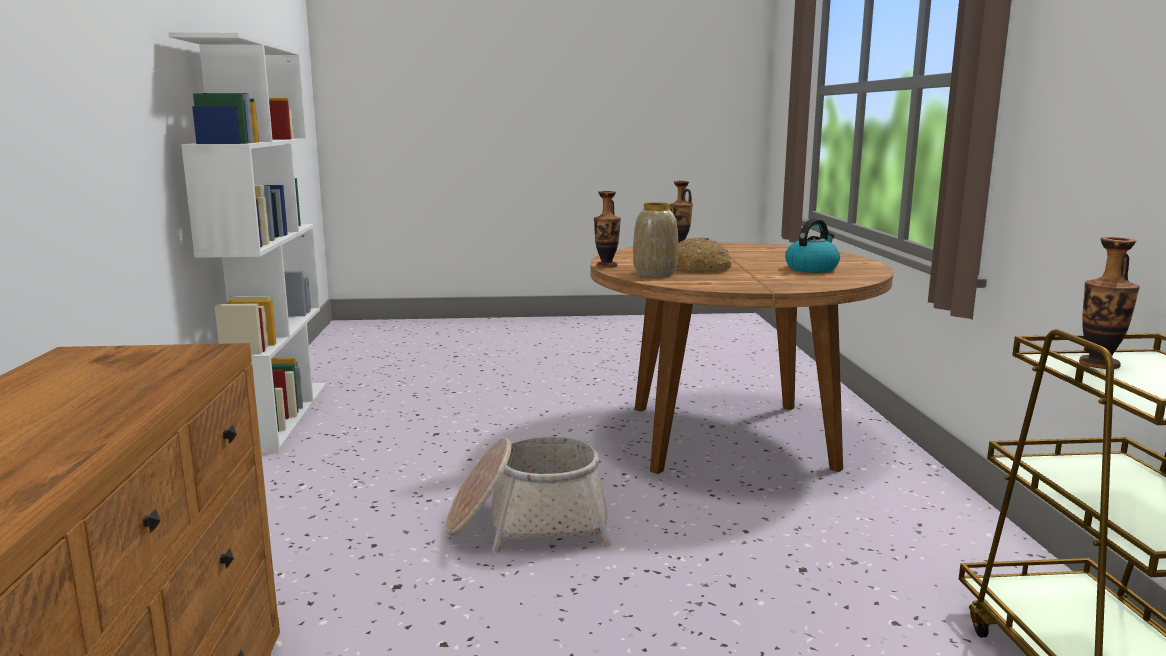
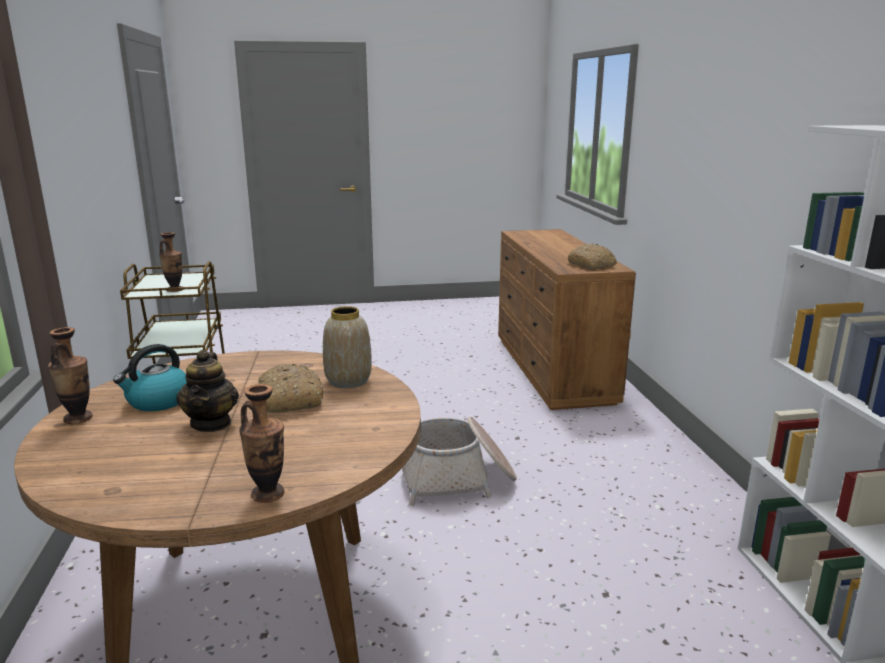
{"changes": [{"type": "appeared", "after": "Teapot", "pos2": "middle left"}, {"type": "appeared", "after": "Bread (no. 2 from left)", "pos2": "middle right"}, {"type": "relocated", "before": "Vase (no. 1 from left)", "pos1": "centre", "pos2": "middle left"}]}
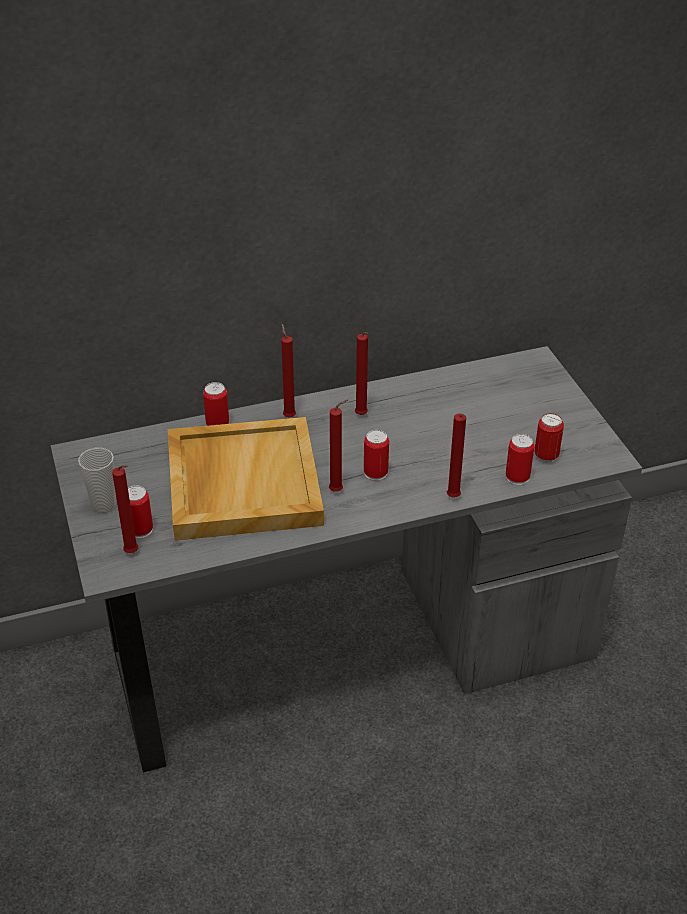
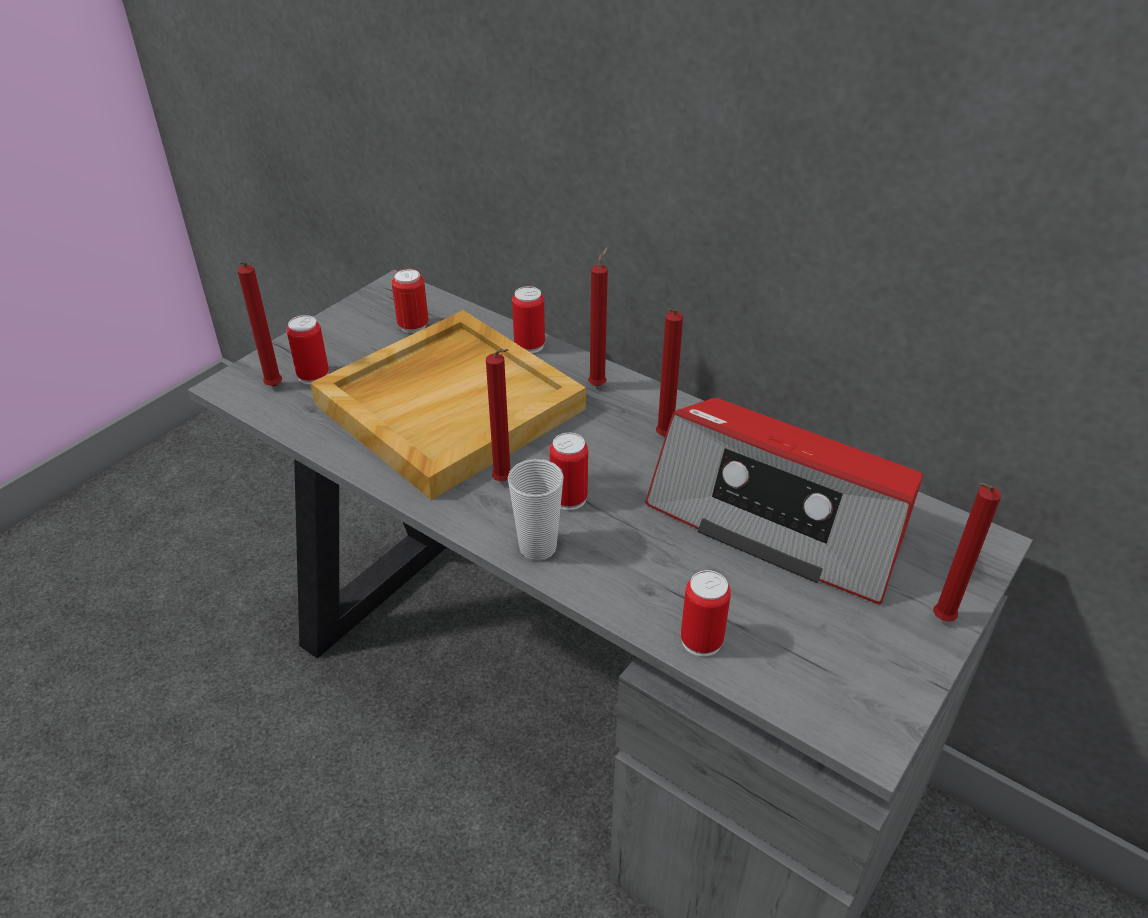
{"changes": [{"type": "appeared", "after": "Radio", "pos2": "middle right"}, {"type": "relocated", "before": "Cup", "pos1": "middle left", "pos2": "centre"}, {"type": "relocated", "before": "RedCandle (no. 5 from left)", "pos1": "centre", "pos2": "middle right"}, {"type": "relocated", "before": "Can (no. 5 from left in the first image)", "after": "Can (no. 2 from left)", "pos1": "middle right", "pos2": "top centre"}]}
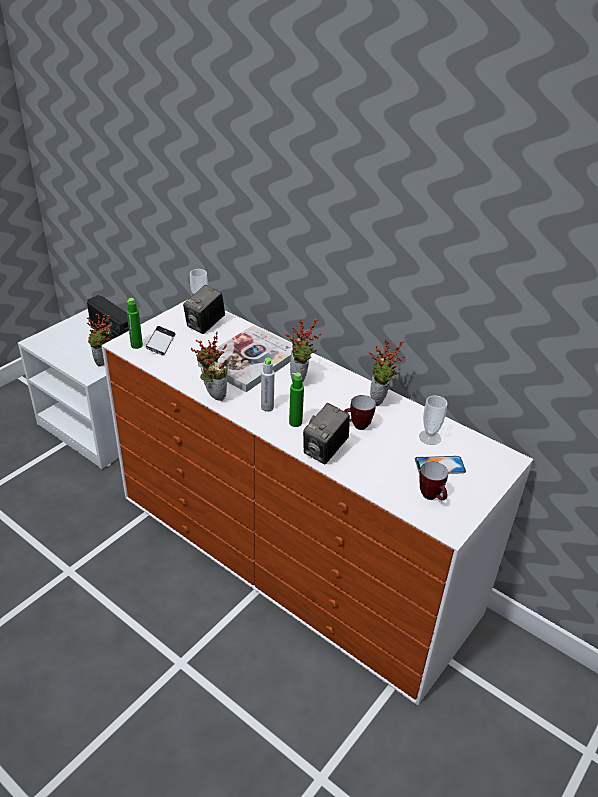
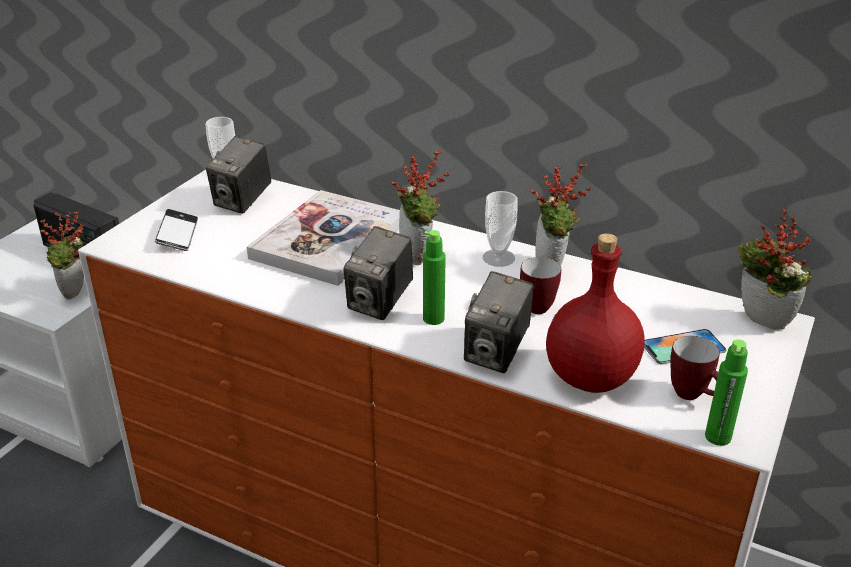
{"changes": [{"type": "appeared", "after": "RedBottle", "pos2": "middle right"}, {"type": "relocated", "before": "GreenBottle (no. 1 from left in the first image)", "after": "GreenBottle (no. 2 from left)", "pos1": "middle left", "pos2": "bottom right"}, {"type": "relocated", "before": "PottedPlant (no. 2 from left in the first image)", "after": "PottedPlant (no. 4 from left)", "pos1": "centre", "pos2": "middle right"}, {"type": "relocated", "before": "Cup (no. 2 from left)", "pos1": "middle right", "pos2": "centre"}, {"type": "exchanged", "before": "GreyBottle", "after": "PhotoCamera (no. 2 from left)", "pos1": "centre", "pos2": "centre"}]}
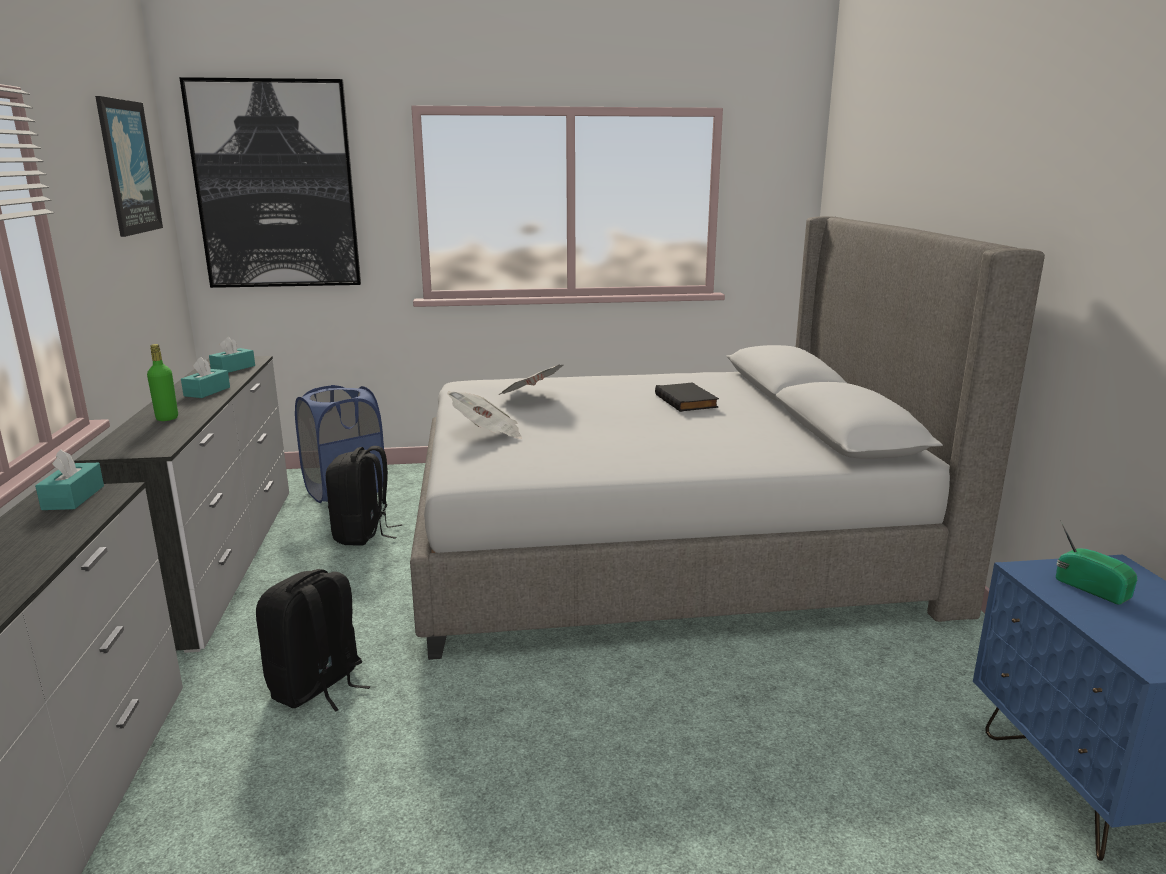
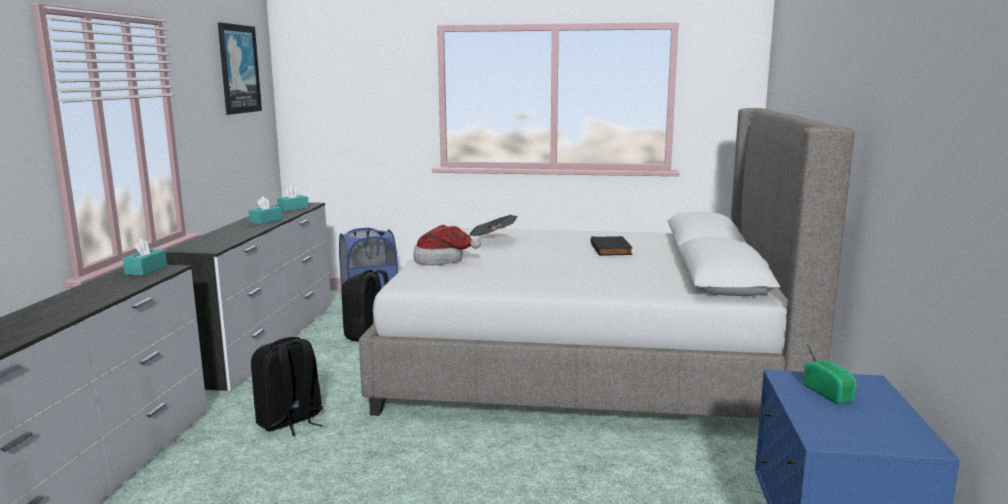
{"changes": [{"type": "missing", "before": "GreenBottle", "pos1": "middle left"}, {"type": "missing", "before": "Picture (no. 2 from left)", "pos1": "top left"}, {"type": "exchanged", "before": "Newspaper (no. 1 from left)", "after": "Hat", "pos1": "centre", "pos2": "centre"}]}
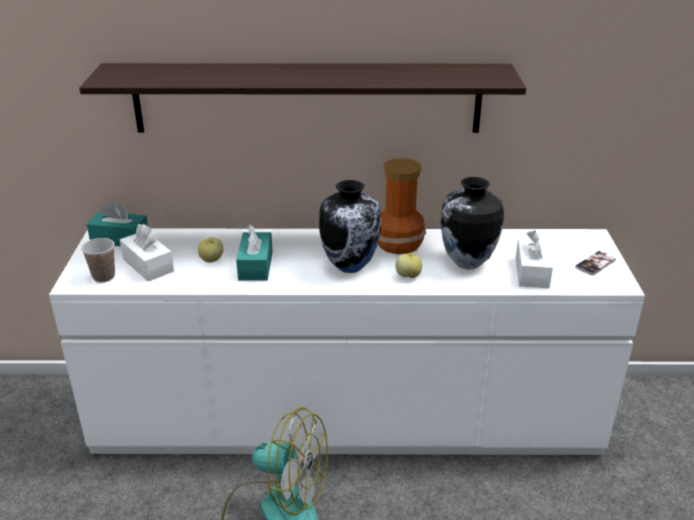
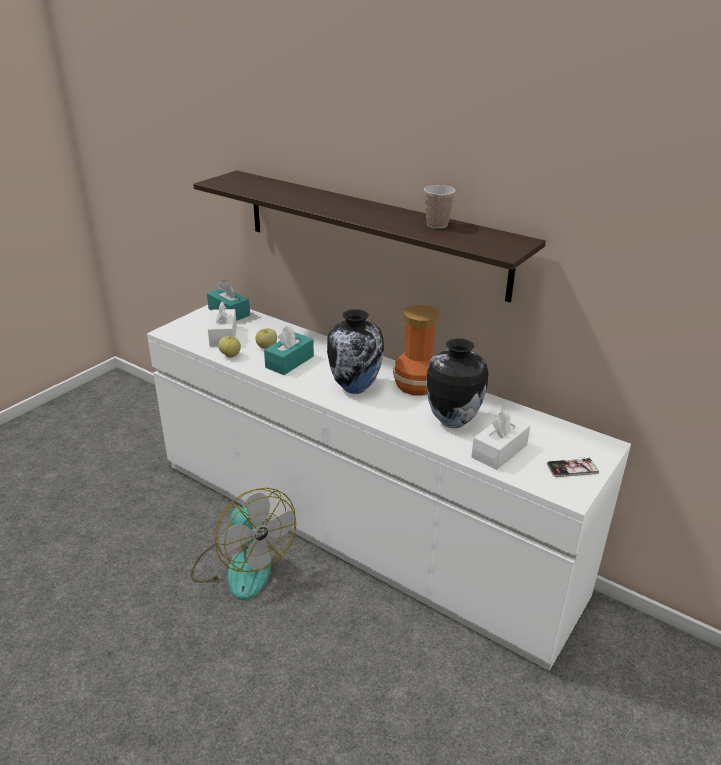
{"changes": [{"type": "relocated", "before": "Cup", "pos1": "middle left", "pos2": "top centre"}, {"type": "relocated", "before": "Apple (no. 2 from left in the first image)", "after": "Apple (no. 1 from left)", "pos1": "centre", "pos2": "middle left"}]}
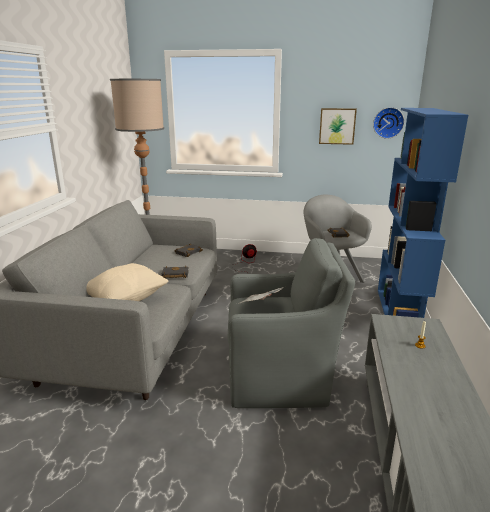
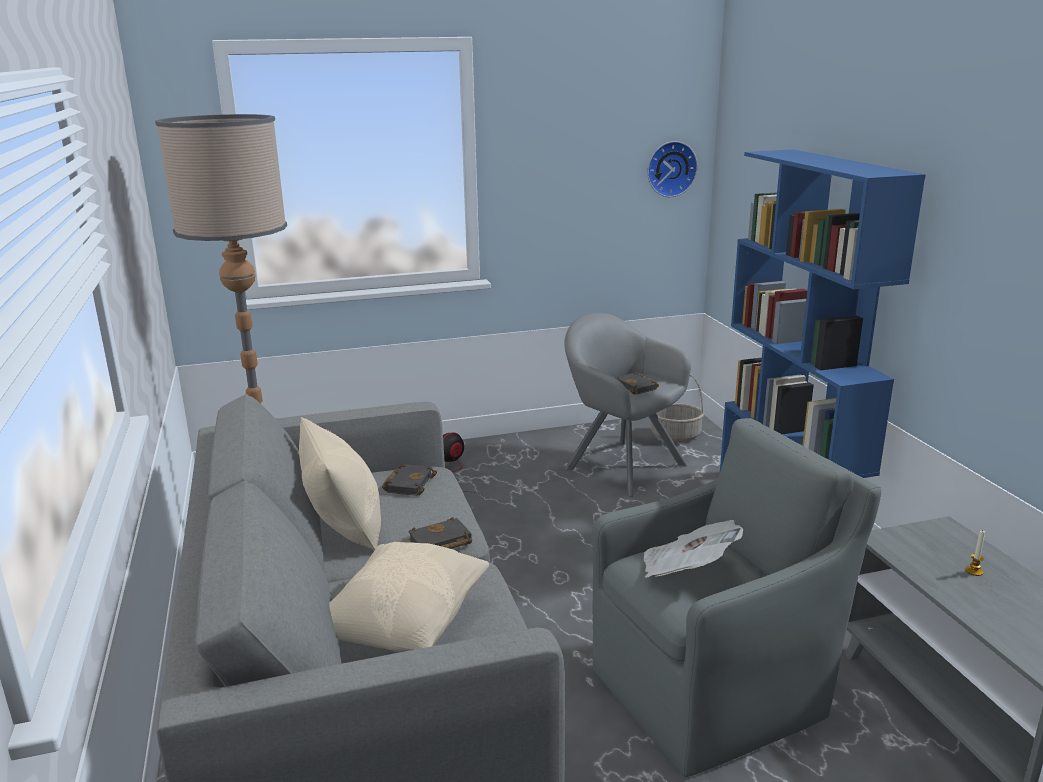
{"changes": [{"type": "missing", "before": "Picture", "pos1": "top right"}, {"type": "appeared", "after": "BeigePillow (no. 1 from left)", "pos2": "middle left"}, {"type": "appeared", "after": "Basket", "pos2": "centre"}]}
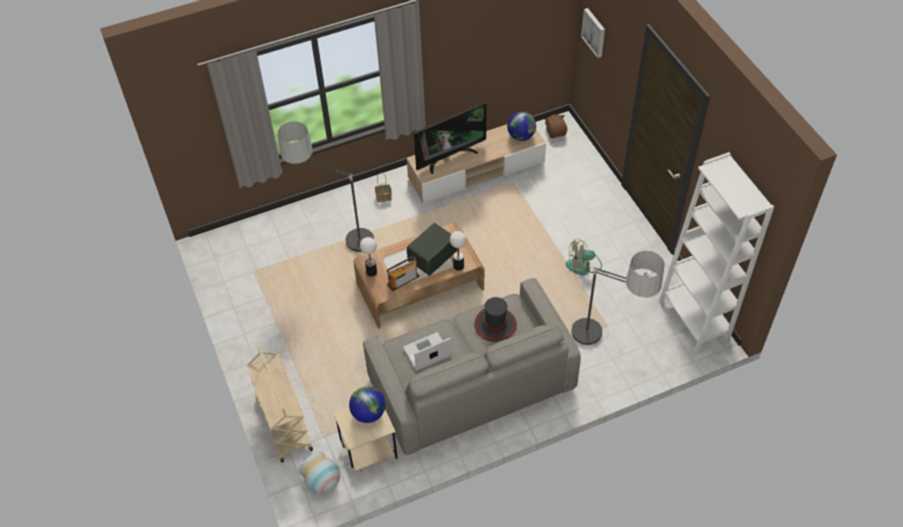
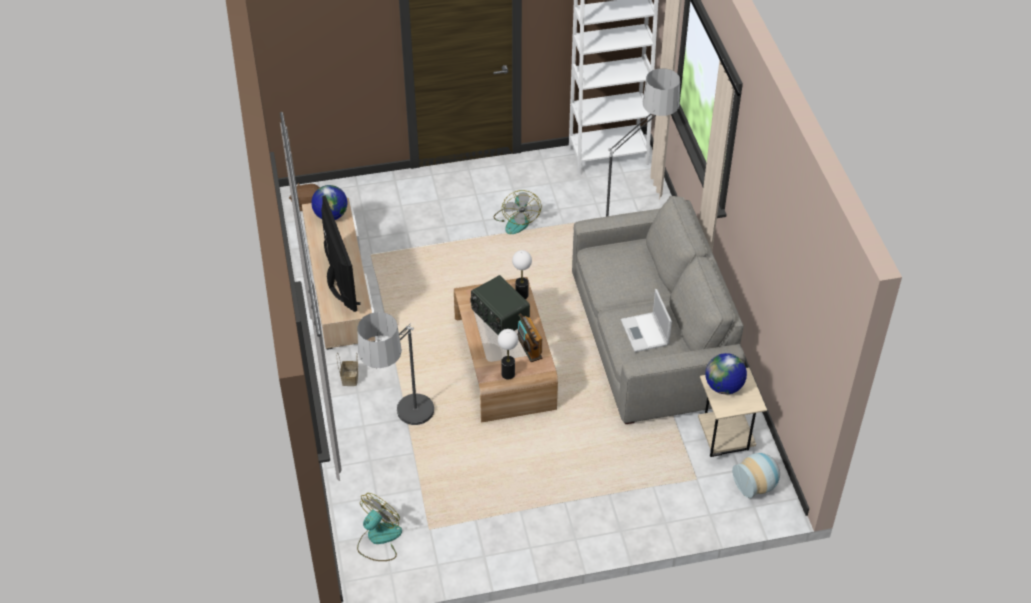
{"changes": [{"type": "missing", "before": "BeigeCart", "pos1": "bottom left"}, {"type": "missing", "before": "Hat", "pos1": "centre"}, {"type": "missing", "before": "Picture", "pos1": "top centre"}, {"type": "appeared", "after": "Fan (no. 1 from left)", "pos2": "bottom centre"}]}
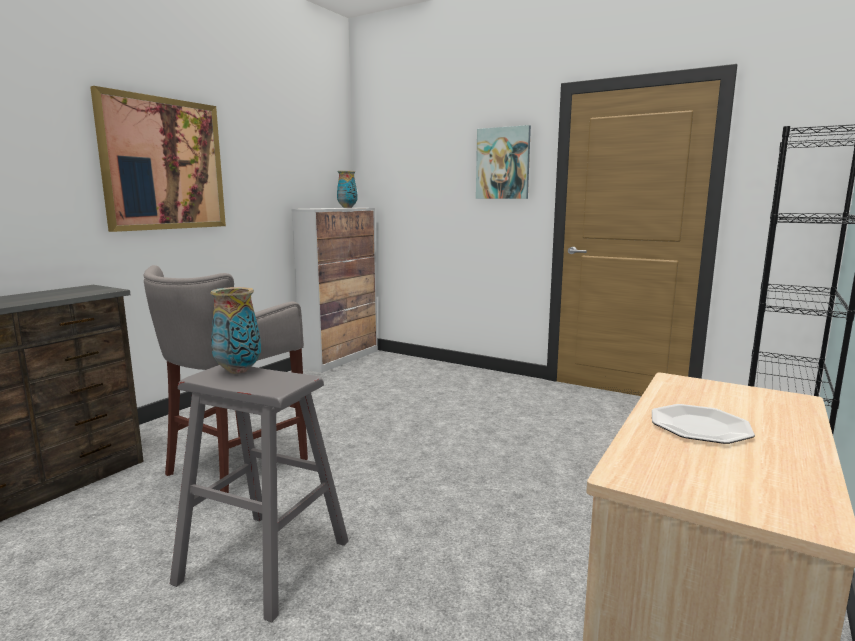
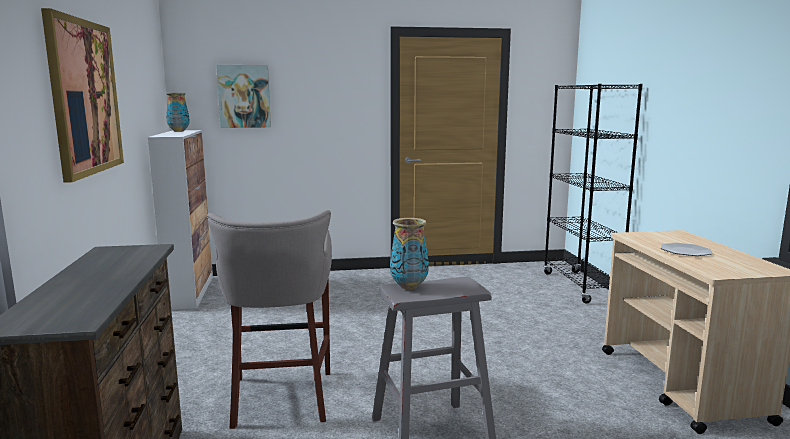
{"changes": [{"type": "relocated", "before": "Picture (no. 2 from left)", "pos1": "top centre", "pos2": "top left"}]}
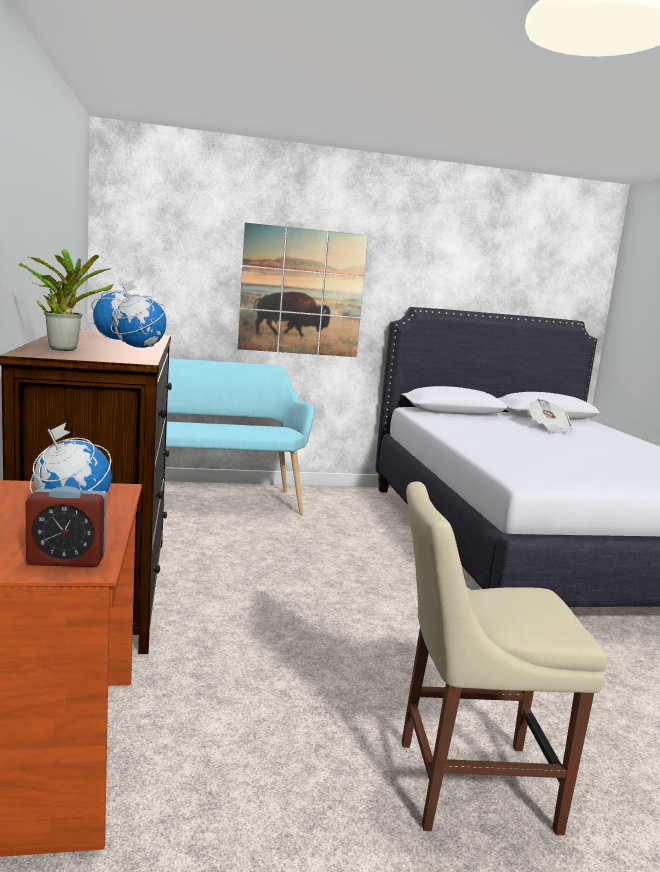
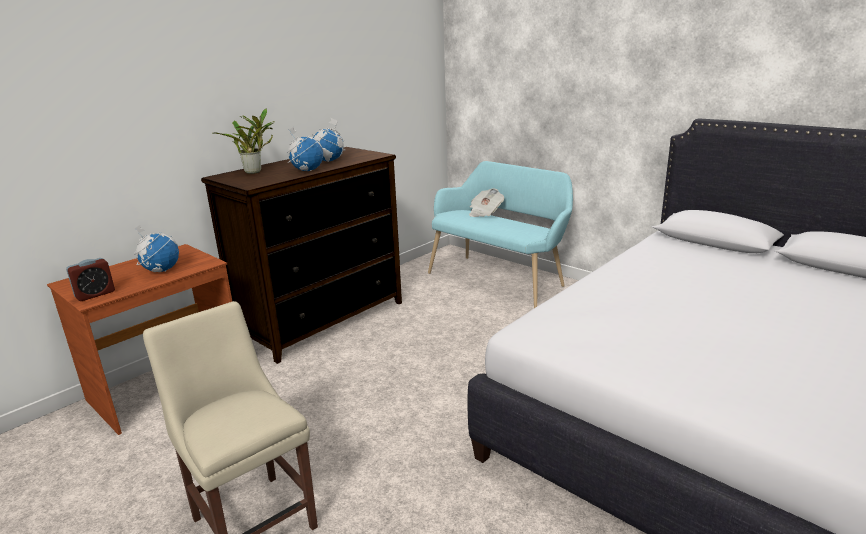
{"changes": [{"type": "missing", "before": "Picture", "pos1": "top centre"}, {"type": "relocated", "before": "Newspaper", "pos1": "middle right", "pos2": "centre"}, {"type": "spun", "before": "AlarmClock", "pos1": "middle left", "pos2": "middle left", "turn": -90}]}
